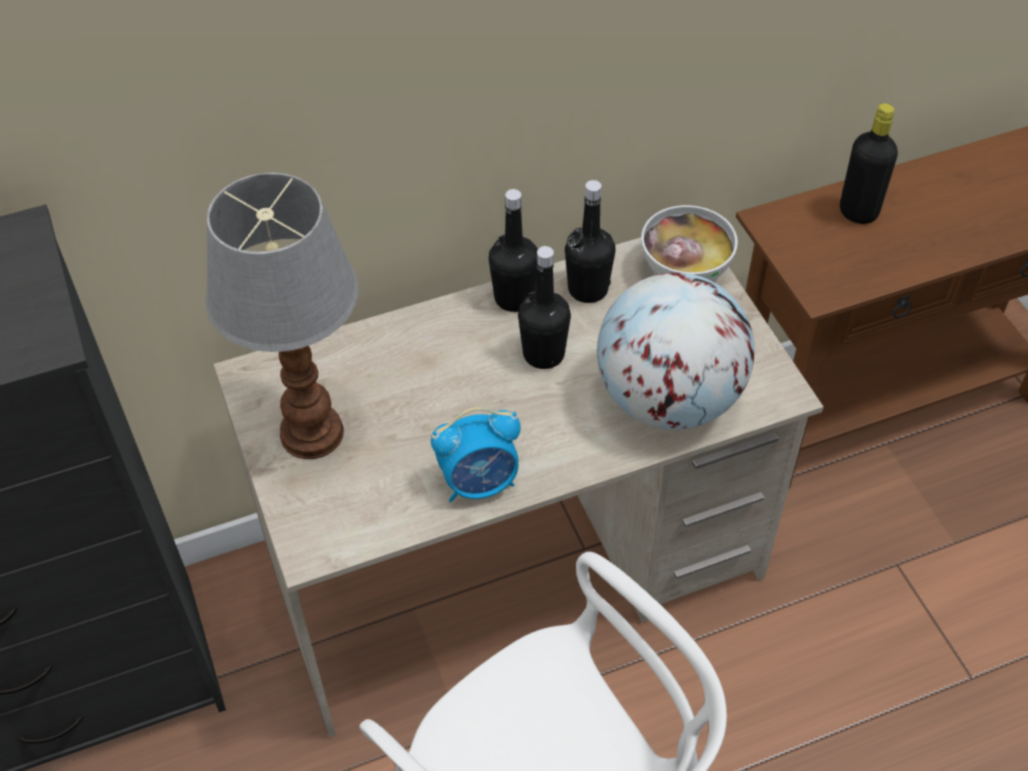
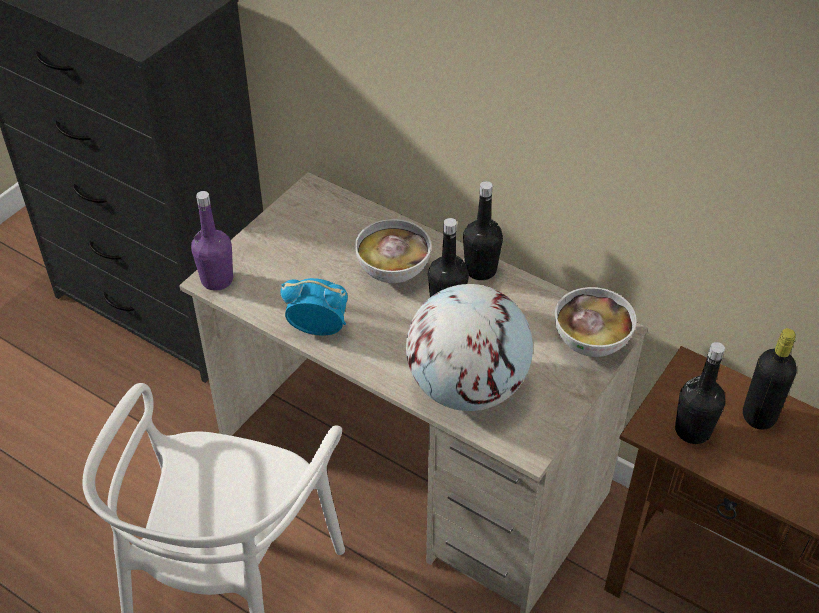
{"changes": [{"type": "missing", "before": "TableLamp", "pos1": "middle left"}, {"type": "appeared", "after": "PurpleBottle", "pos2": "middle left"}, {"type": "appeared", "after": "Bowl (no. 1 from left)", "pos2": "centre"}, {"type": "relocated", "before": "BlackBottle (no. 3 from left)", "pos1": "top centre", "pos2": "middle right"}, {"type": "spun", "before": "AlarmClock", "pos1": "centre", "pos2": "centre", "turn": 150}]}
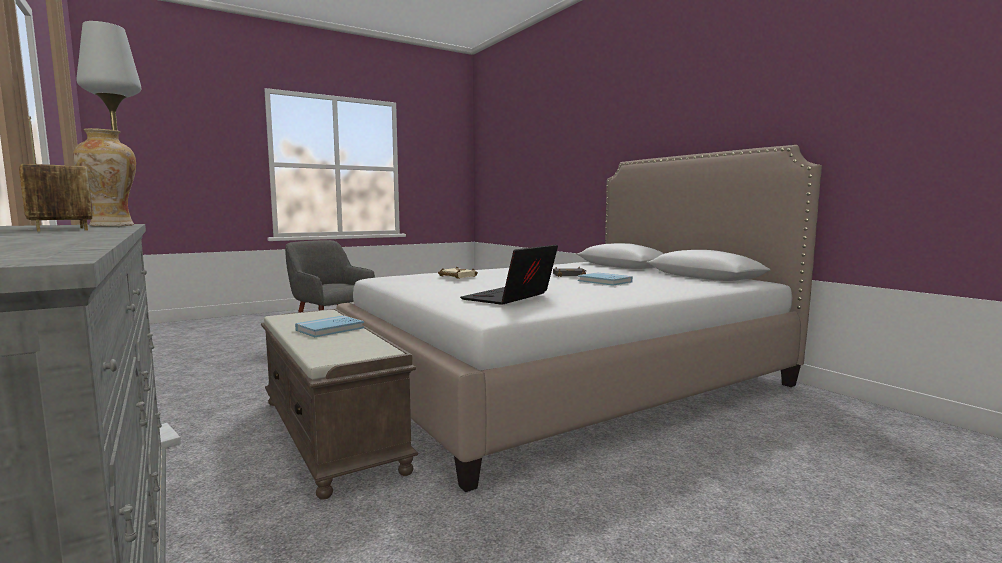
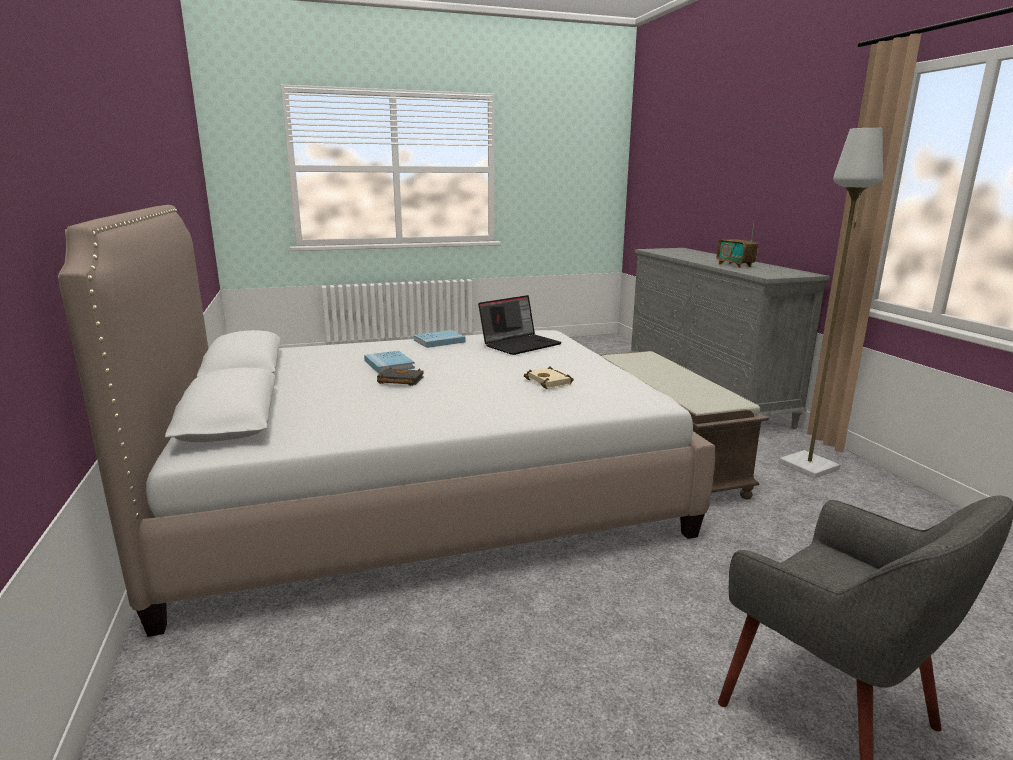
{"changes": [{"type": "missing", "before": "Vase", "pos1": "top left"}, {"type": "relocated", "before": "BlueBook (no. 1 from left in the first image)", "after": "BlueBook (no. 2 from left)", "pos1": "middle left", "pos2": "centre"}]}
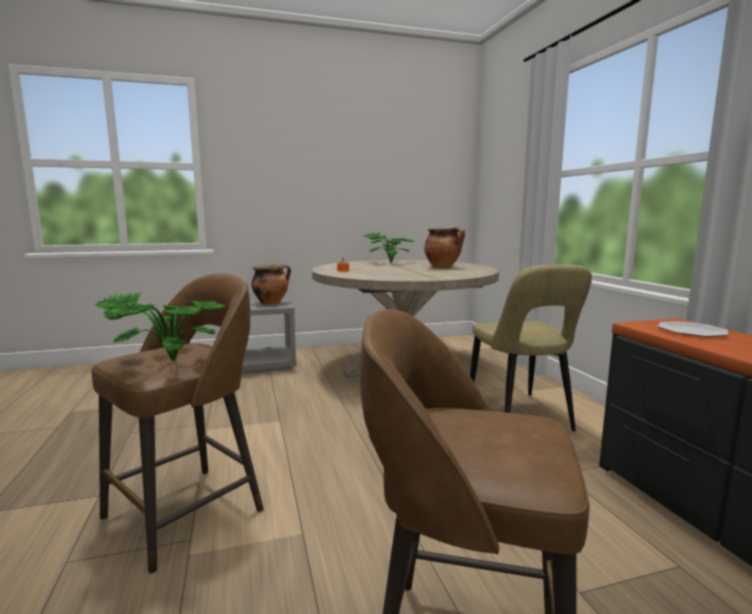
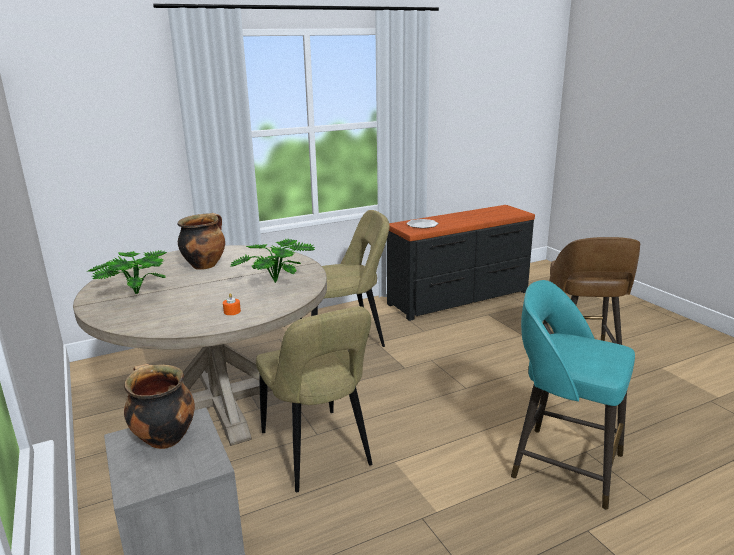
{"changes": [{"type": "appeared", "after": "BeigeChair (no. 1 from left)", "pos2": "bottom centre"}, {"type": "relocated", "before": "PottedPlant (no. 1 from left in the first image)", "after": "PottedPlant (no. 2 from left)", "pos1": "middle left", "pos2": "centre"}, {"type": "colour", "before": "BrownStool (no. 1 from left)", "after": "TurquoiseStool", "pos1": "bottom left", "pos2": "bottom right"}]}
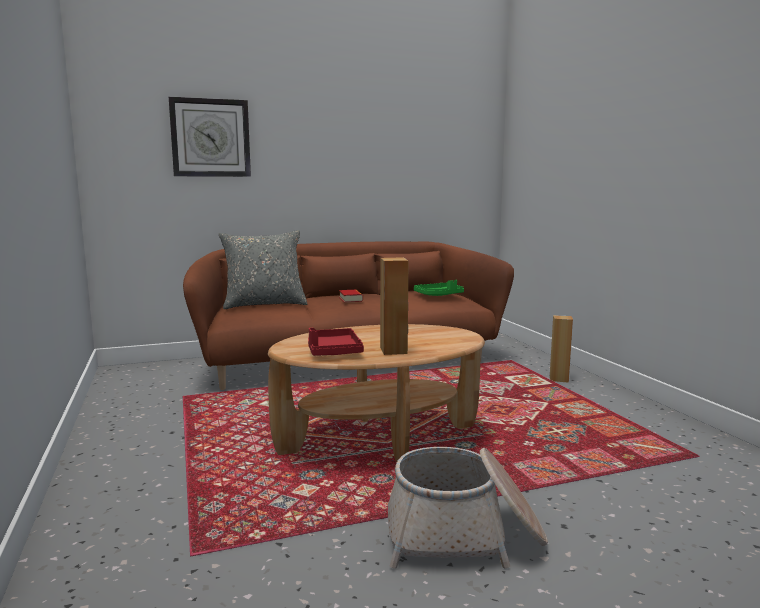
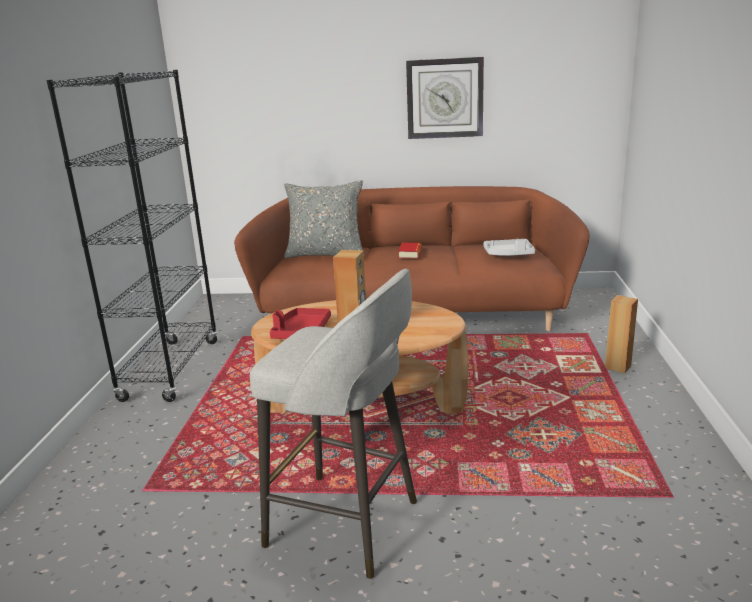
{"changes": [{"type": "appeared", "after": "BlackBookcase", "pos2": "middle left"}, {"type": "relocated", "before": "WallClock", "pos1": "top left", "pos2": "top centre"}, {"type": "exchanged", "before": "Basket", "after": "GreyStool", "pos1": "bottom centre", "pos2": "bottom centre"}, {"type": "colour", "before": "GreenTray", "after": "GreyTray", "pos1": "centre", "pos2": "middle right"}]}
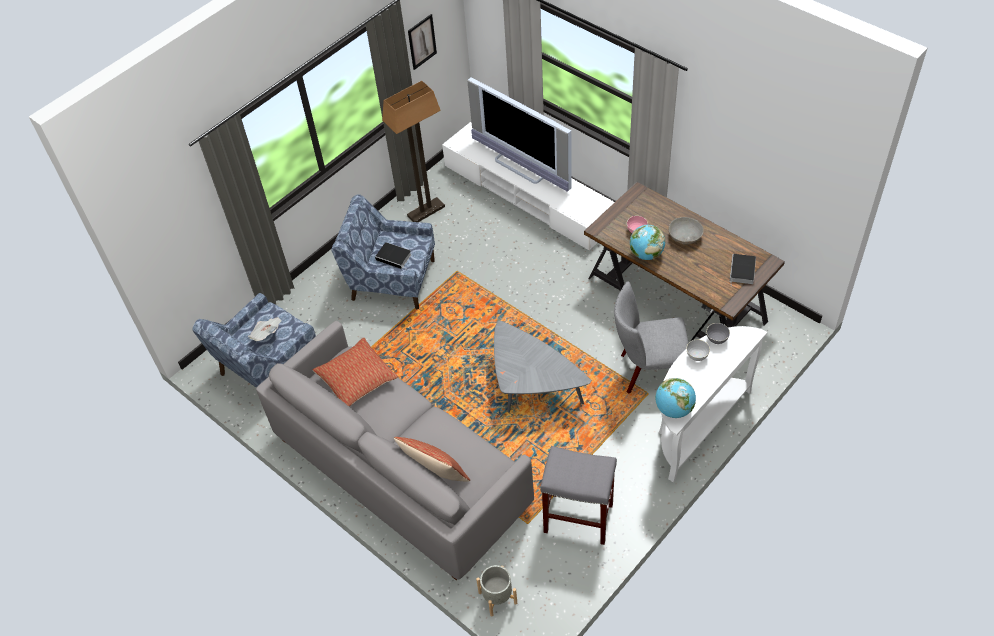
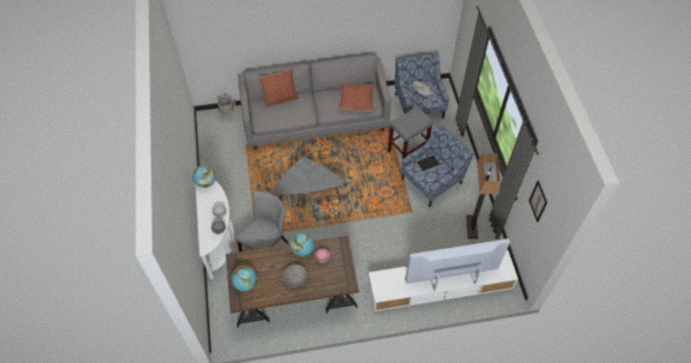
{"changes": [{"type": "relocated", "before": "GreyStool", "pos1": "bottom centre", "pos2": "centre"}, {"type": "exchanged", "before": "Book (no. 2 from left)", "after": "Globe (no. 2 from left)", "pos1": "middle right", "pos2": "bottom centre"}]}
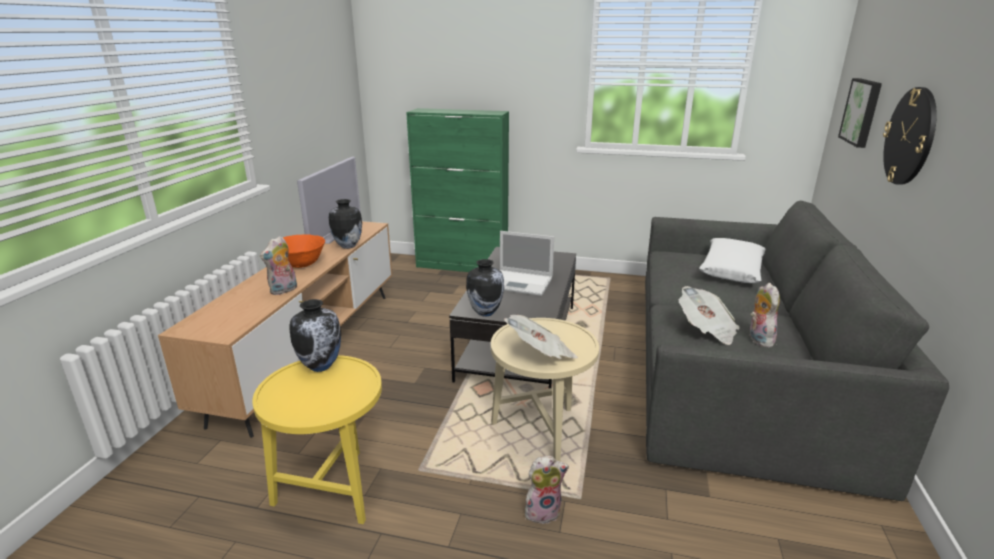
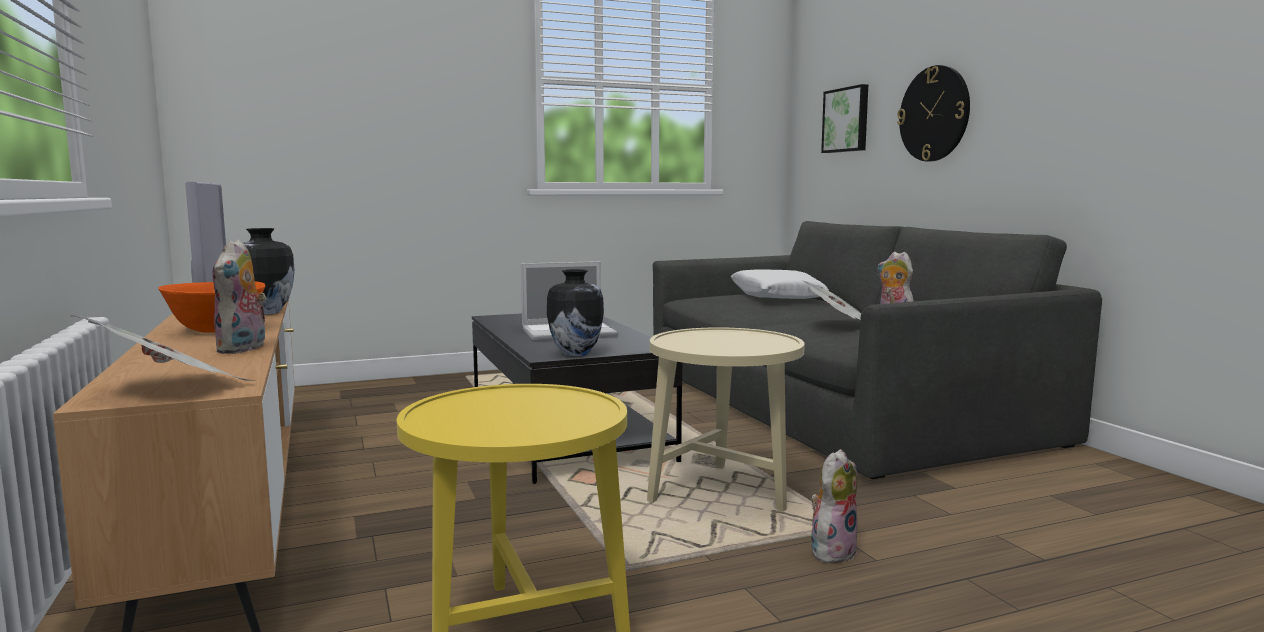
{"changes": [{"type": "missing", "before": "Vase (no. 1 from left)", "pos1": "middle left"}, {"type": "missing", "before": "GreenCabinet", "pos1": "centre"}, {"type": "relocated", "before": "Newspaper (no. 1 from left)", "pos1": "centre", "pos2": "middle left"}]}
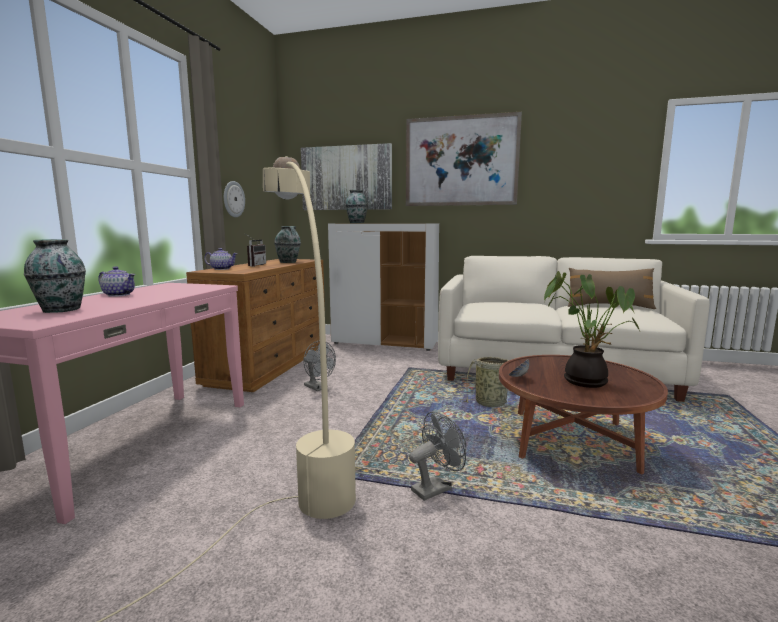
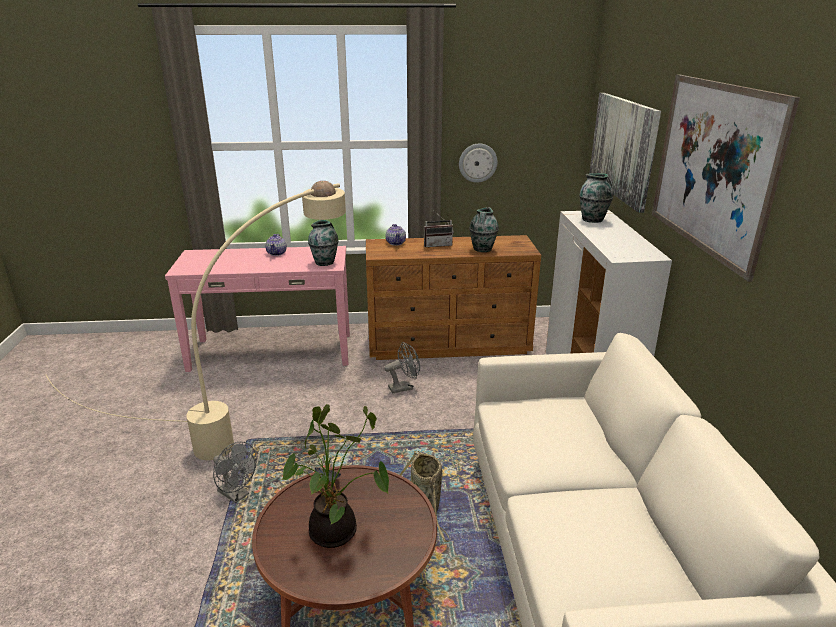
{"changes": [{"type": "missing", "before": "BrownPillow", "pos1": "middle right"}, {"type": "relocated", "before": "Vase (no. 1 from left)", "pos1": "middle left", "pos2": "centre"}, {"type": "spun", "before": "GreyFan (no. 1 from left in the first image)", "pos1": "centre", "pos2": "centre", "turn": -135}]}
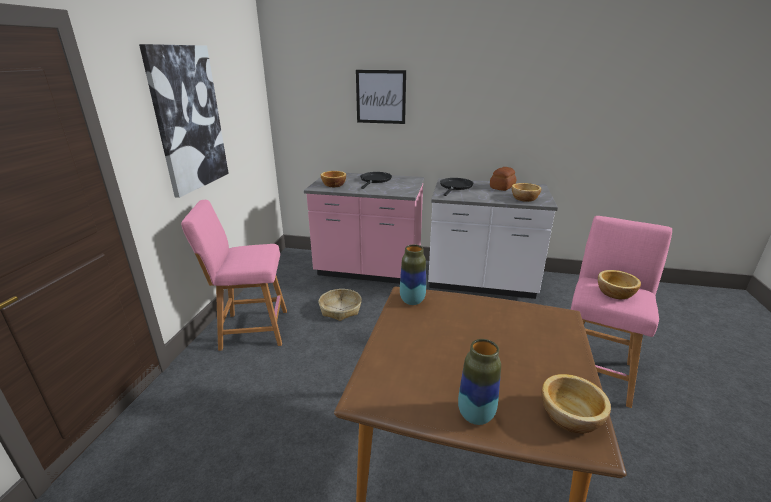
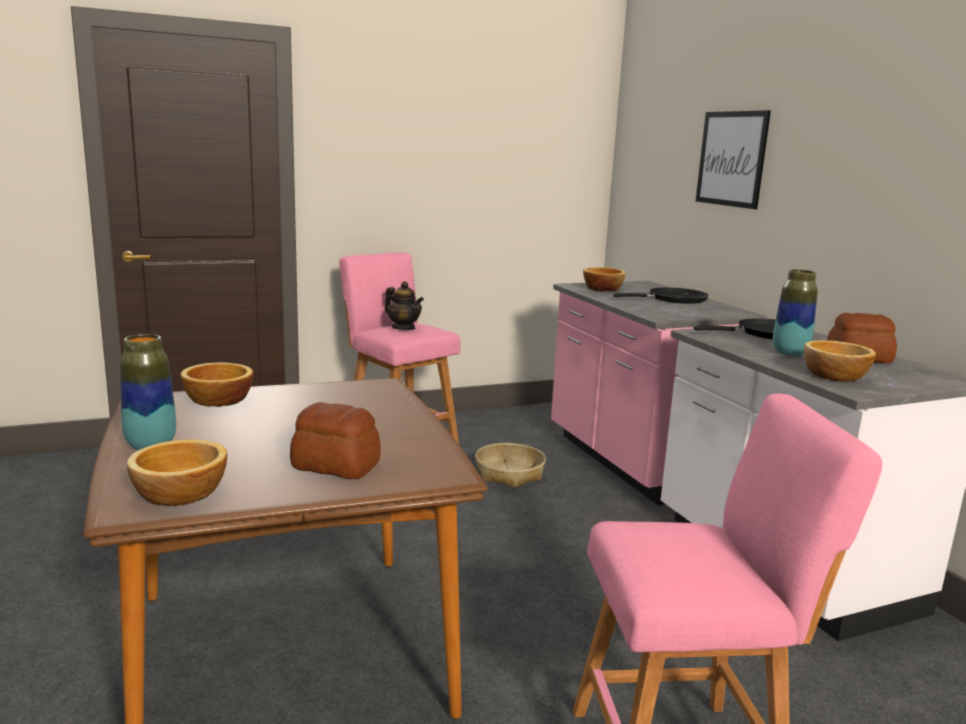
{"changes": [{"type": "missing", "before": "Picture (no. 1 from left)", "pos1": "top left"}, {"type": "appeared", "after": "Bread (no. 1 from left)", "pos2": "centre"}, {"type": "appeared", "after": "Teapot", "pos2": "centre"}, {"type": "relocated", "before": "Vase (no. 1 from left in the first image)", "after": "Vase (no. 2 from left)", "pos1": "centre", "pos2": "middle right"}, {"type": "relocated", "before": "Bowl (no. 4 from left in the first image)", "after": "Bowl (no. 2 from left)", "pos1": "middle right", "pos2": "middle left"}]}
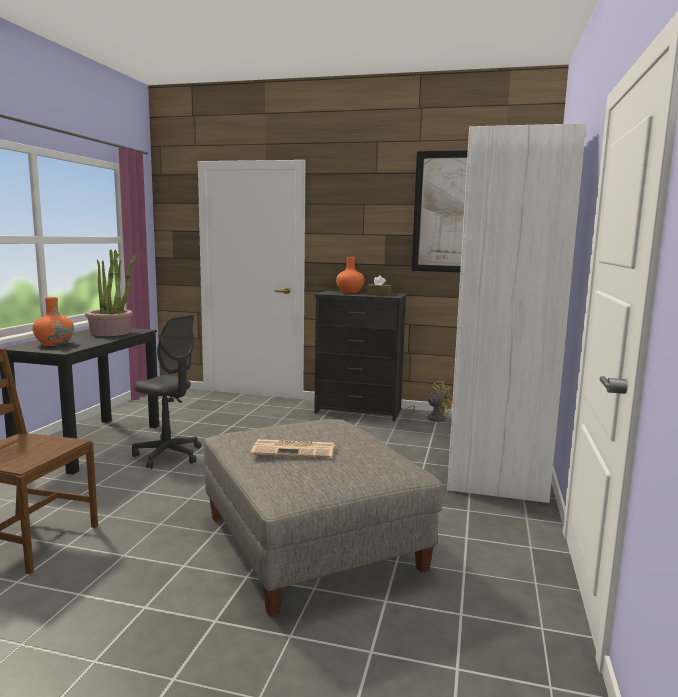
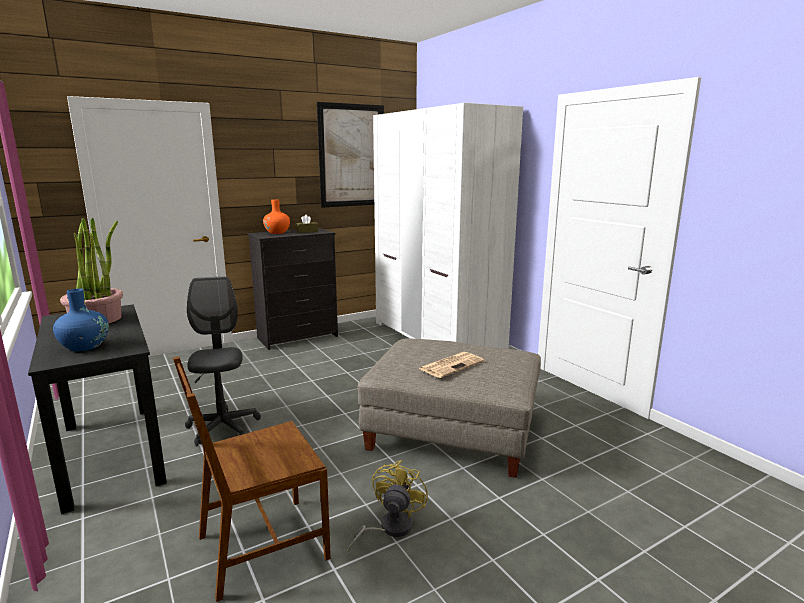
{"changes": [{"type": "relocated", "before": "YellowFan", "pos1": "centre", "pos2": "bottom centre"}, {"type": "colour", "before": "OrangeVase (no. 1 from left)", "after": "BlueVase", "pos1": "middle left", "pos2": "middle left"}, {"type": "spun", "before": "GreyOfficeChair", "pos1": "middle left", "pos2": "middle left", "turn": -90}]}
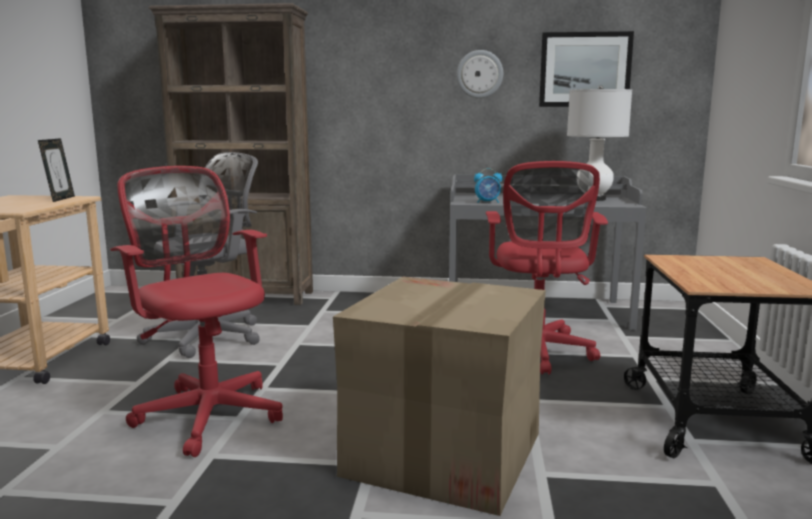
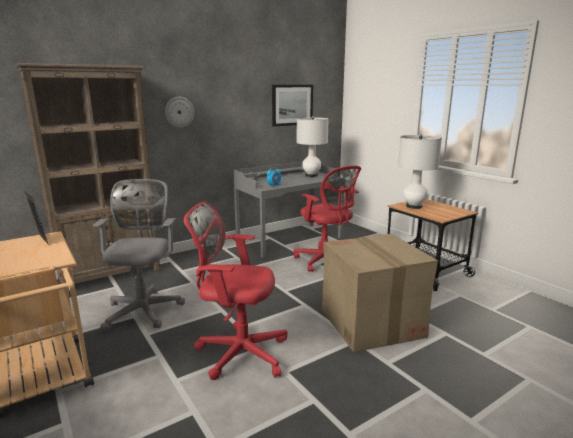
{"changes": [{"type": "appeared", "after": "WhiteTableLamp (no. 2 from left)", "pos2": "middle right"}, {"type": "relocated", "before": "WallClock", "pos1": "top centre", "pos2": "top left"}]}
